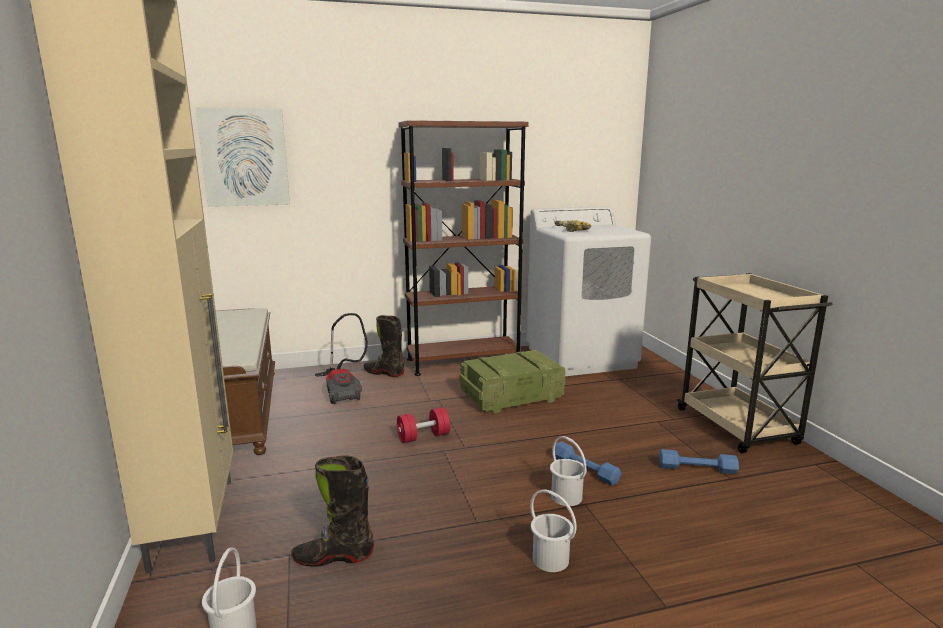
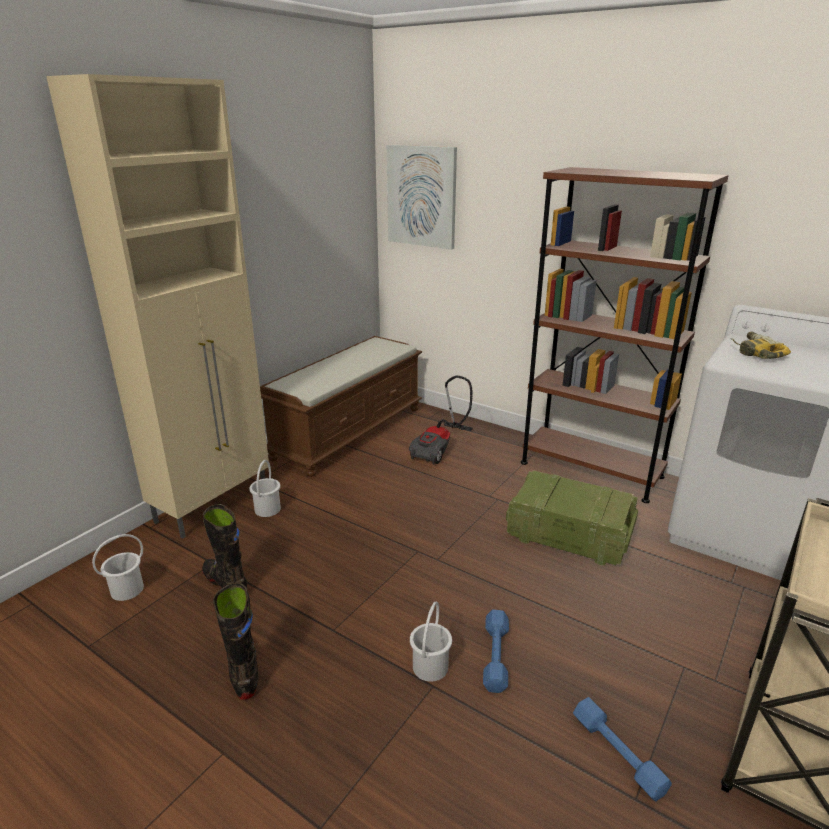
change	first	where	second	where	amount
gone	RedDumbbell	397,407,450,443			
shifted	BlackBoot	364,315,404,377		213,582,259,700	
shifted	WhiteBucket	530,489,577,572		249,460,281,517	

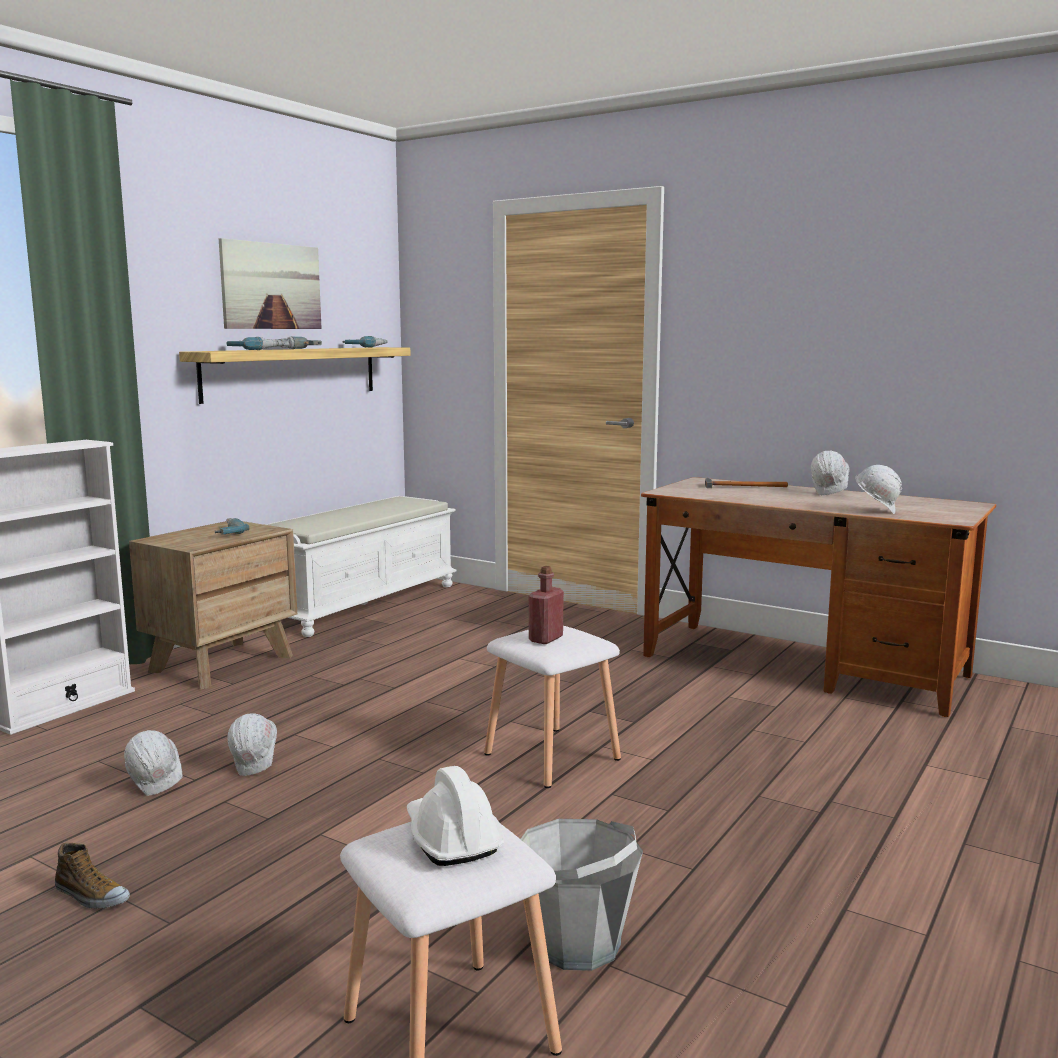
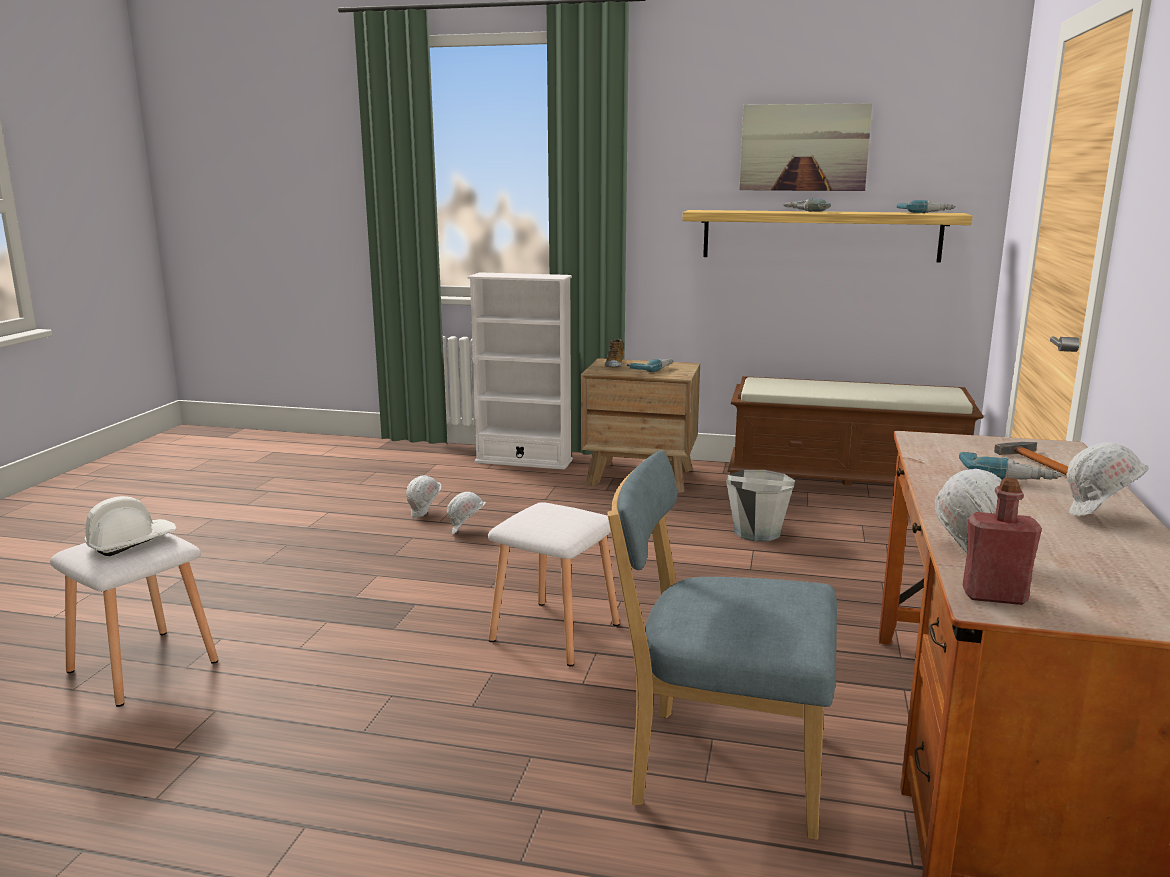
change	first	where	second	where	amount
new			BlueChair	607,450,837,840	
shifted	Shoe	55,843,130,909		605,339,623,367	
shifted	PowerDrill	226,337,285,350		959,452,1061,480	
shifted	GreyBucket	521,819,643,971		726,470,795,541	
shifted	RedBottle	529,566,564,644		963,477,1042,605	
repainted	WhiteBench	265,496,457,637	BrownBench	728,376,984,485	

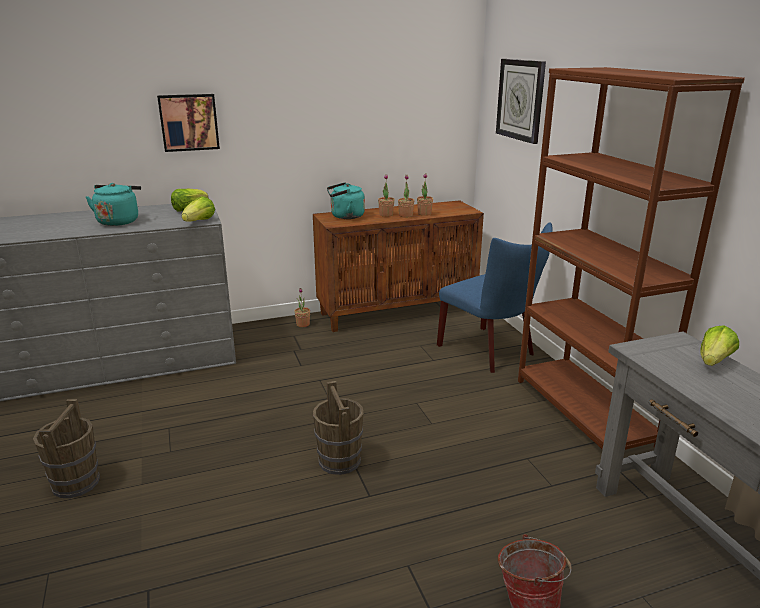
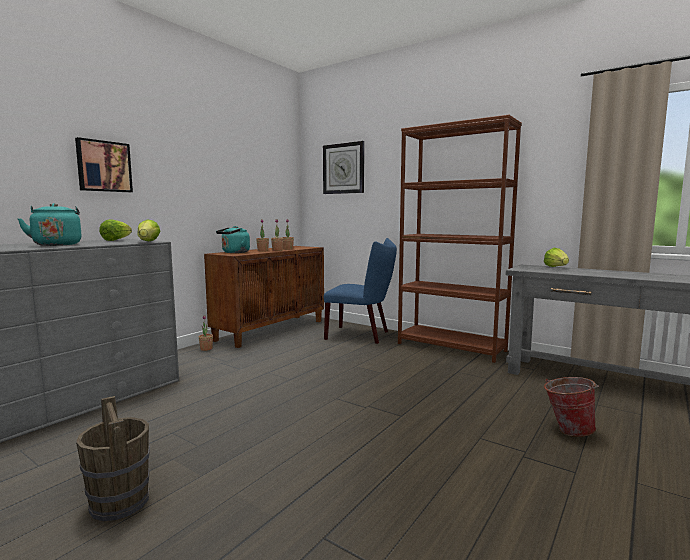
change	first	where	second	where	amount
gone	BrownBucket	313,381,363,475			

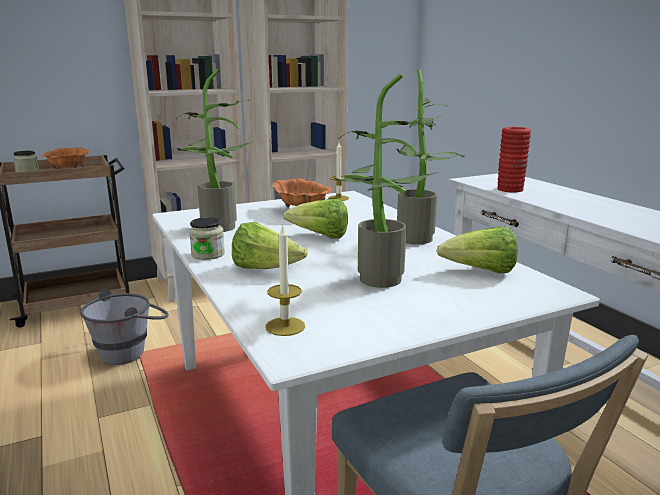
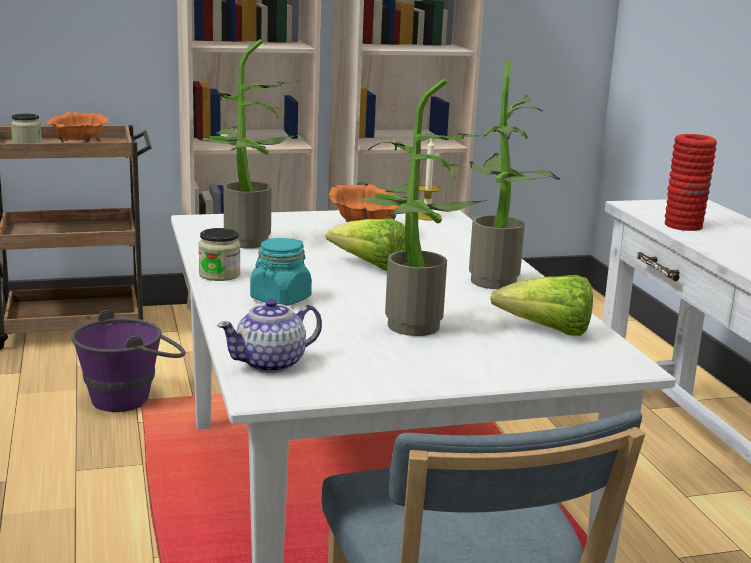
change	first	where	second	where	amount
swapped	Lettuce	232,222,308,269	TurquoiseJar	250,238,312,306	
swapped	Candle	266,224,305,336	Teapot	217,299,322,373	
repainted	GreyBucket	80,289,169,365	PurpleBucket	71,310,185,412	

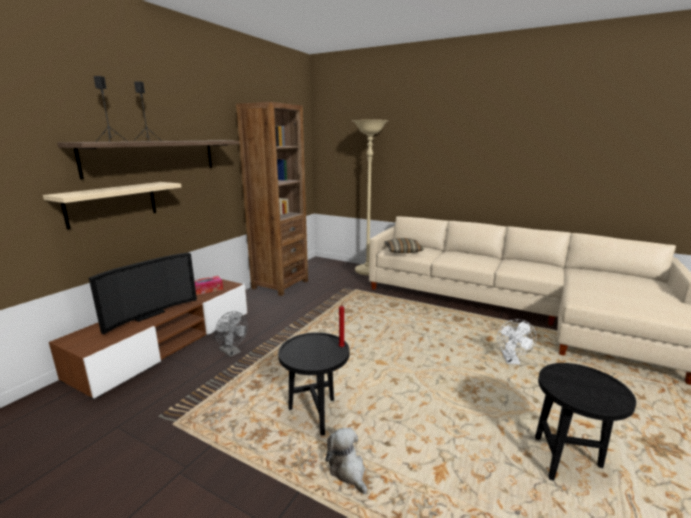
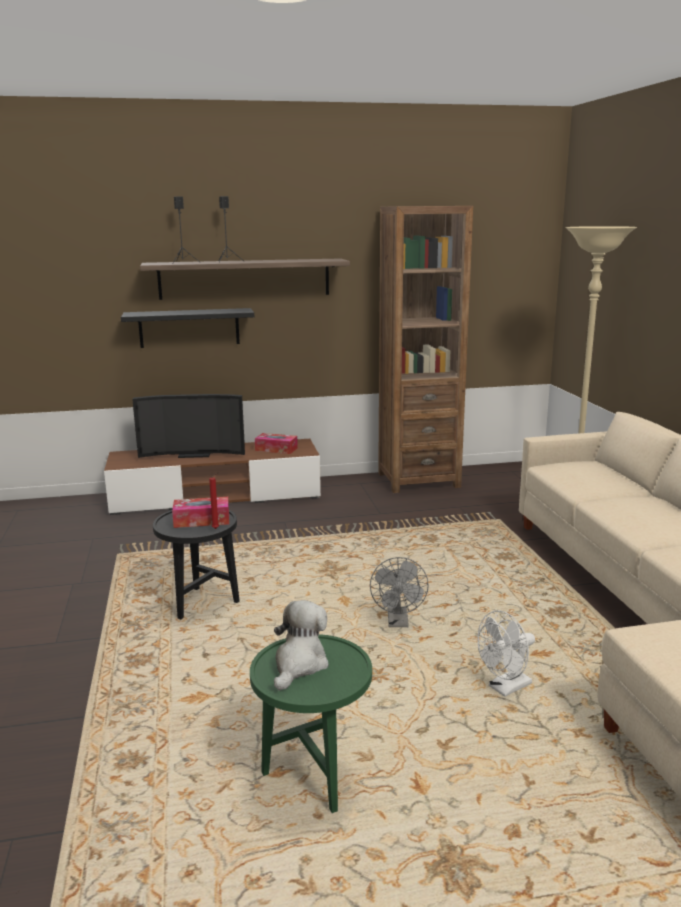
change	first	where	second	where	amount
gone	Pillow	385,238,424,253			
new			TissueBox	172,497,229,528	
shifted	GreyFan	215,311,248,357		370,557,429,627	
shifted	PlushToy	326,428,367,494		274,600,329,691	
repainted	BeigeShelf	43,182,181,230	BlackShelf	121,308,254,348	
repainted	BlackSideTable	535,363,636,481	GreenSideTable	250,634,372,813	

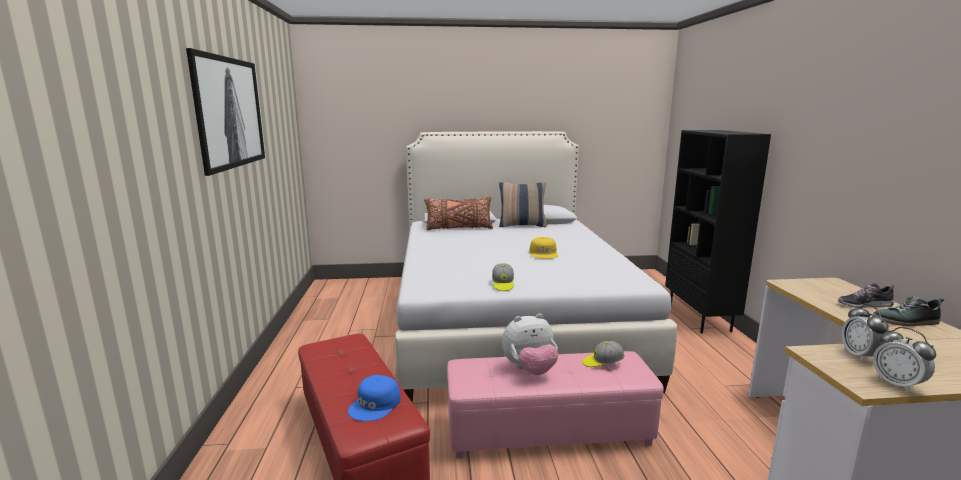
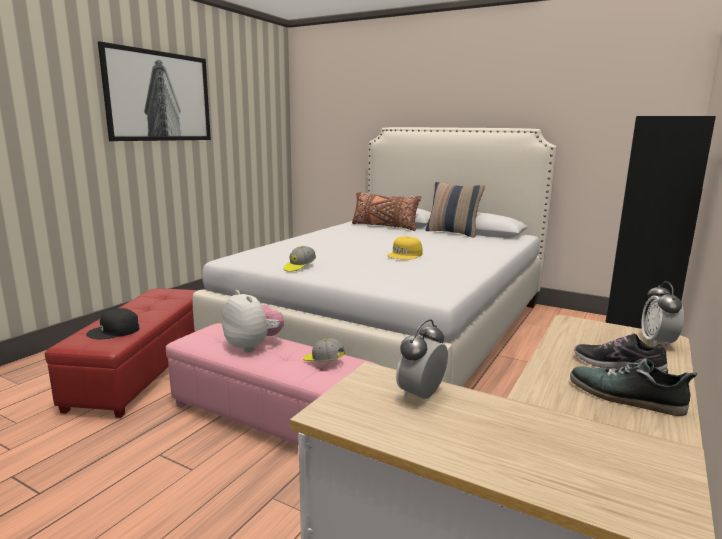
change	first	where	second	where	amount
shifted	AlarmClock	873,327,936,393		641,281,684,347	
repainted	BlueCap	348,375,401,421	BlackCap	86,308,139,339	
rotated	PlushToy	502,314,558,375		222,290,284,353	150 degrees counterclockwise

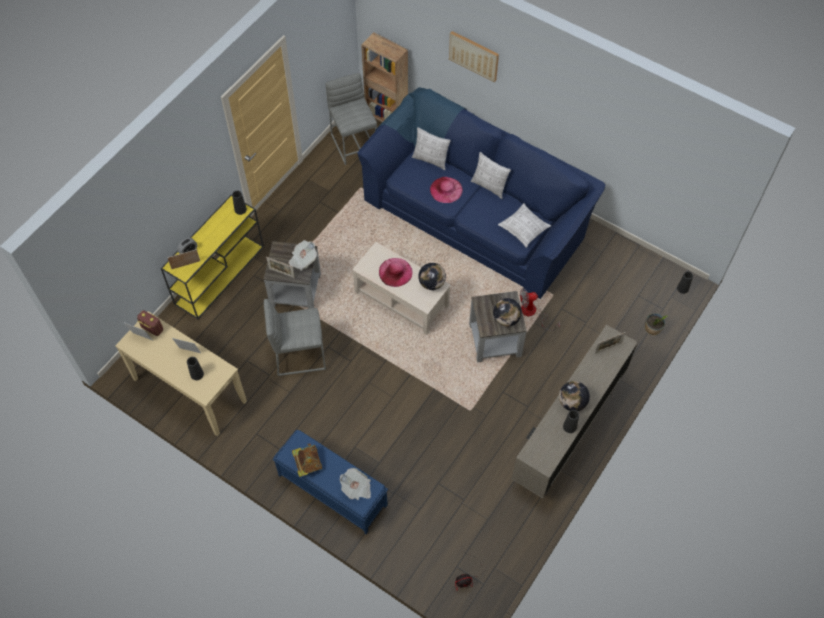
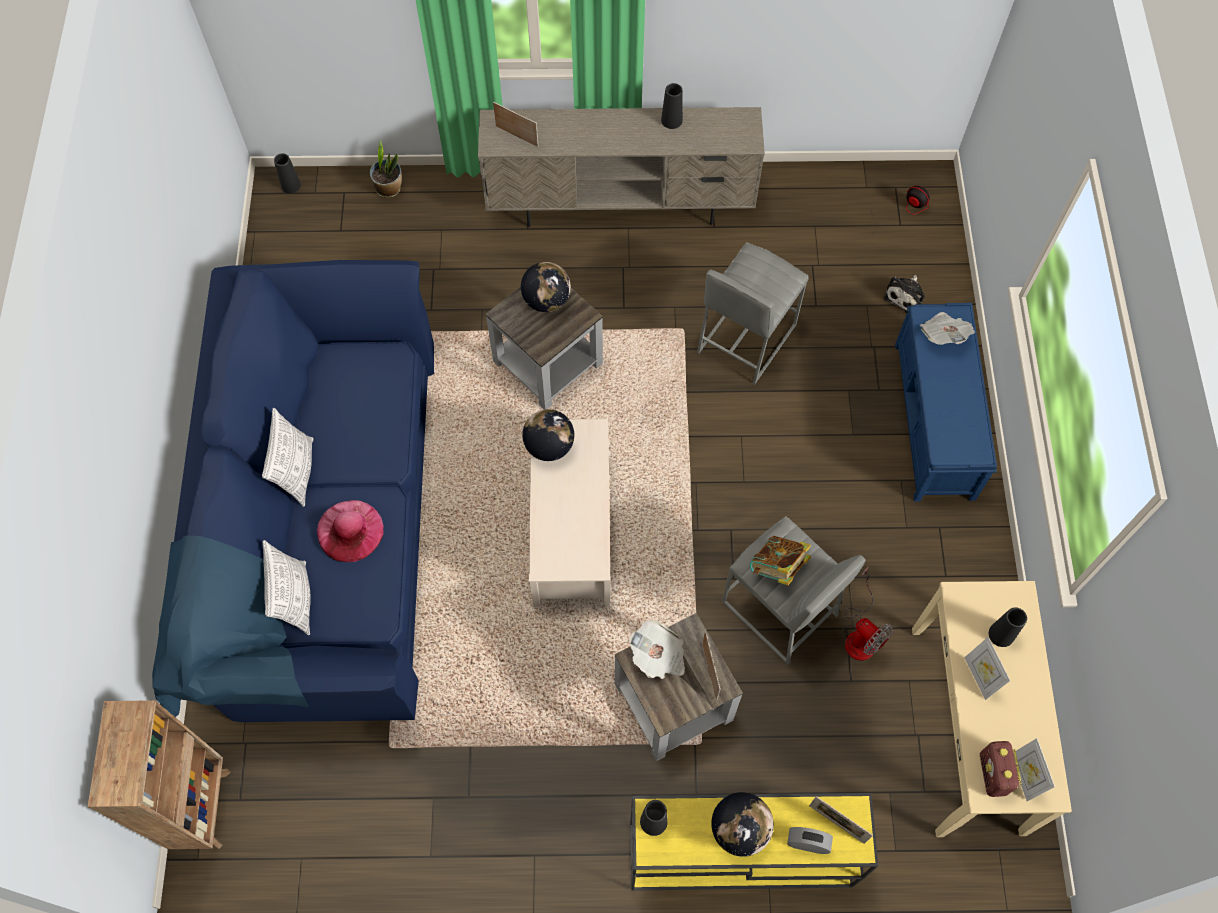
change	first	where	second	where	amount
gone	PinkHat	379,258,412,287			
gone	Picture	449,31,499,82			
gone	Pillow	498,203,551,248			
new			PlushToy	884,275,925,313	
shifted	Book	292,444,322,477		750,536,811,585	
shifted	GreyStool	326,73,377,165		697,242,809,385	
shifted	Fan	520,288,560,331		843,568,893,661	
shifted	Globe	559,381,590,411		711,792,774,857	

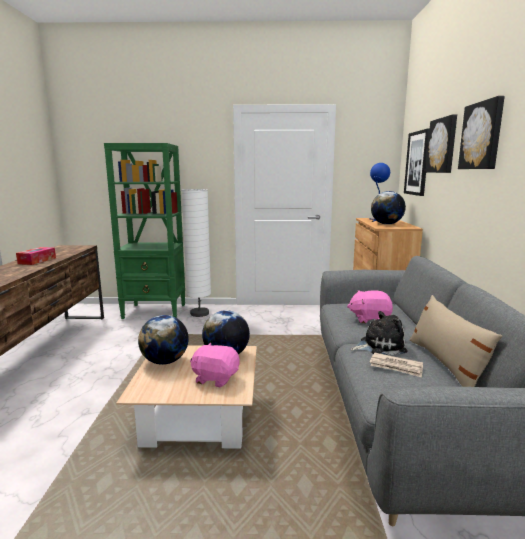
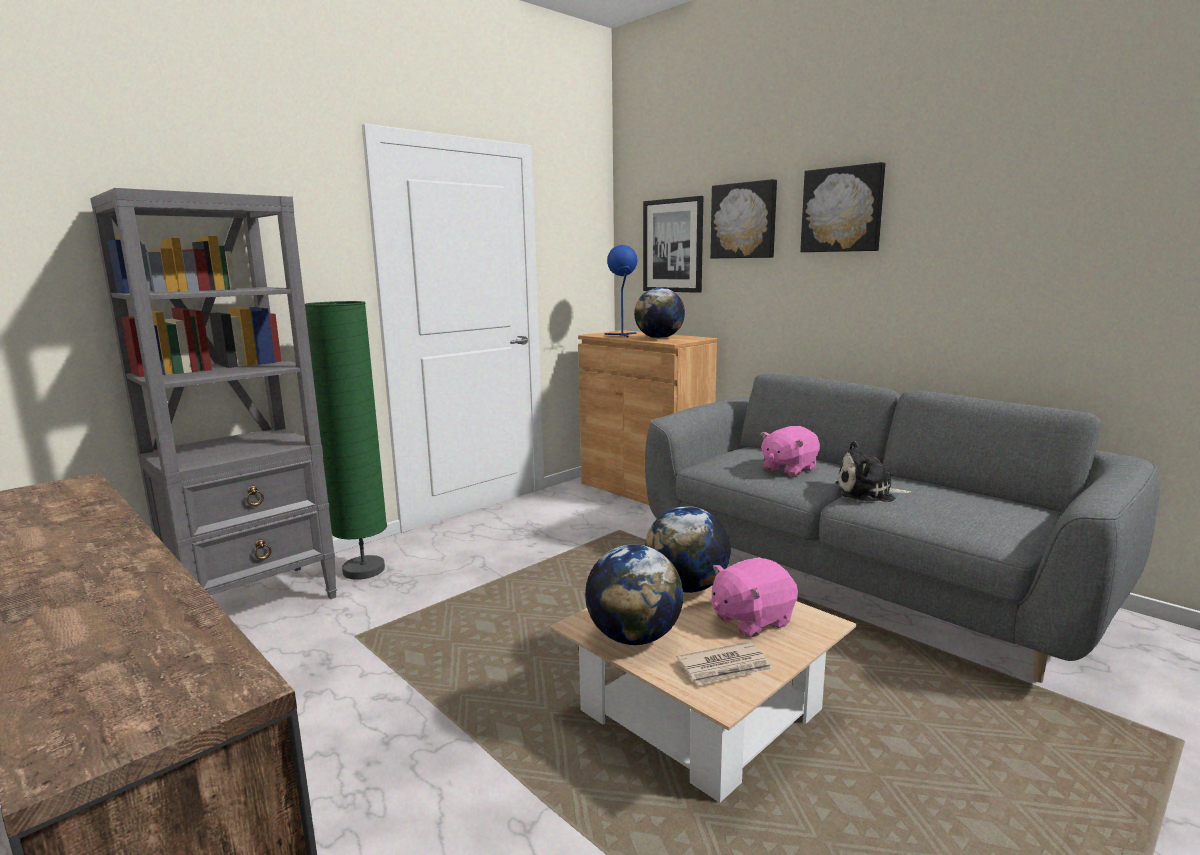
change	first	where	second	where	amount
gone	TissueBox	16,247,56,265			
gone	BeigePillow	409,295,502,387			
shifted	Newspaper	370,353,423,377		676,642,774,685	
repainted	GreenBookcase	104,143,185,319	GreyBookcase	90,188,337,599	
repainted	WhiteFloorLamp	182,189,211,317	GreenFloorLamp	305,301,387,580	
rotated	PlushToy	351,311,407,355		835,441,911,502	120 degrees counterclockwise

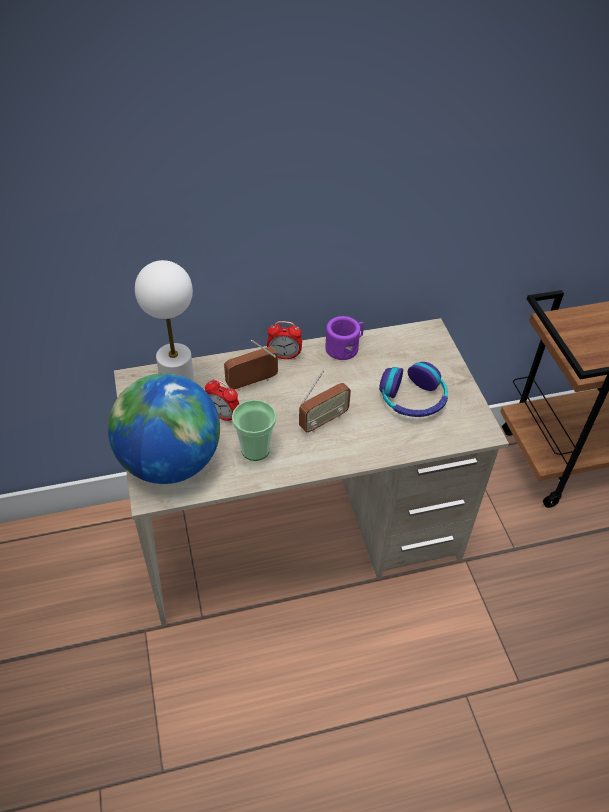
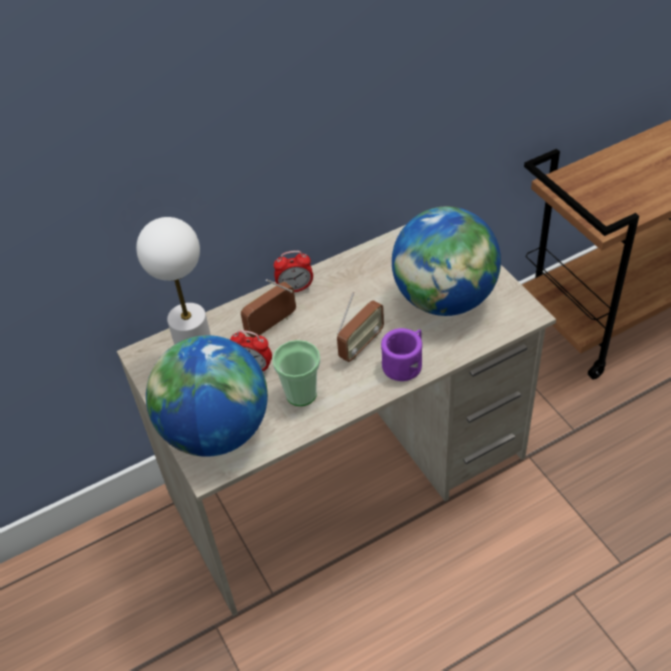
change	first	where	second	where	amount
shifted	PurpleMug	325,316,364,360		381,328,422,381	
swapped	Headphones	379,362,448,417	Globe	392,207,501,316	

